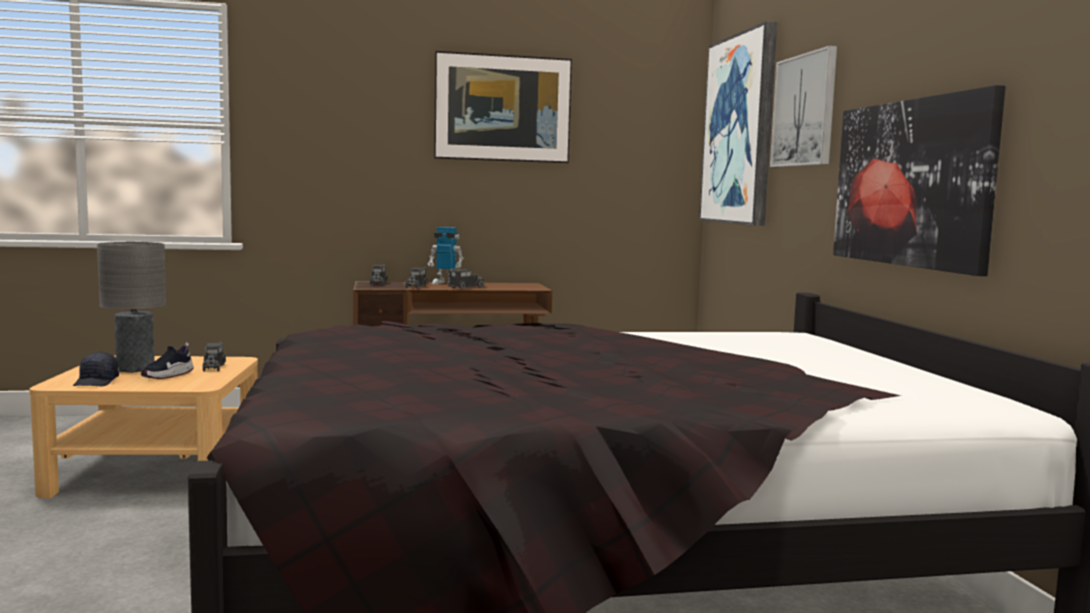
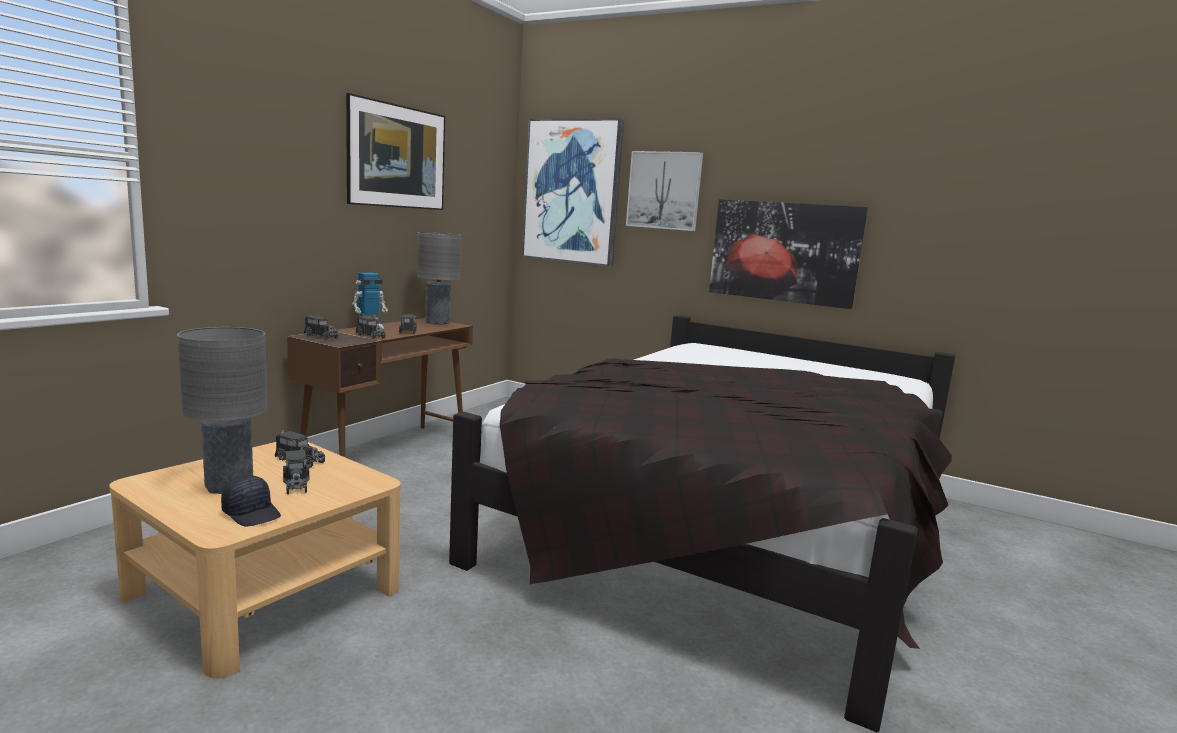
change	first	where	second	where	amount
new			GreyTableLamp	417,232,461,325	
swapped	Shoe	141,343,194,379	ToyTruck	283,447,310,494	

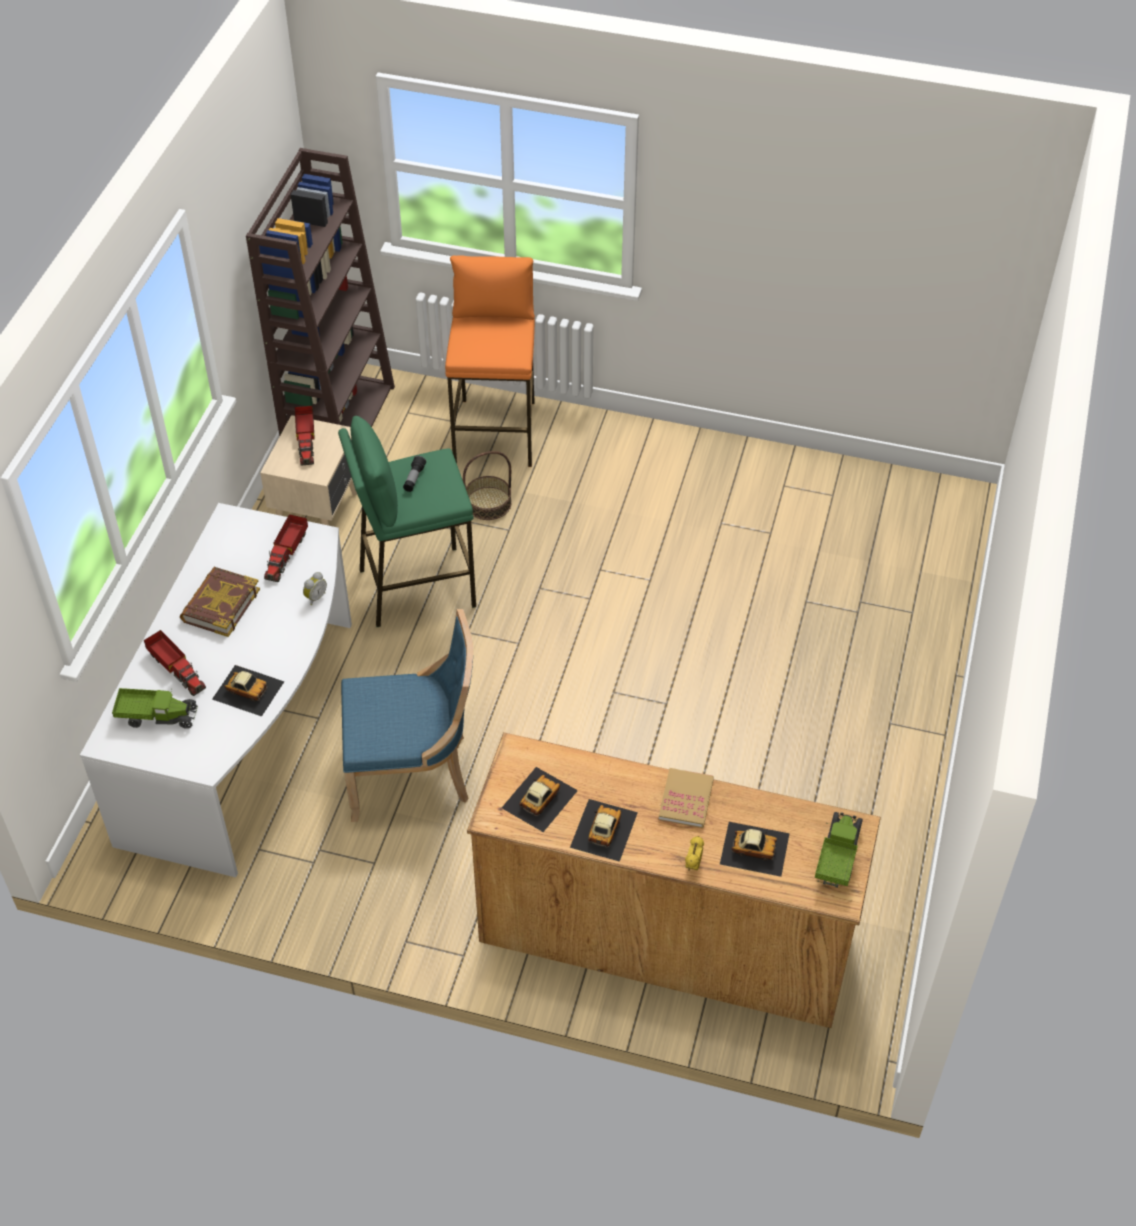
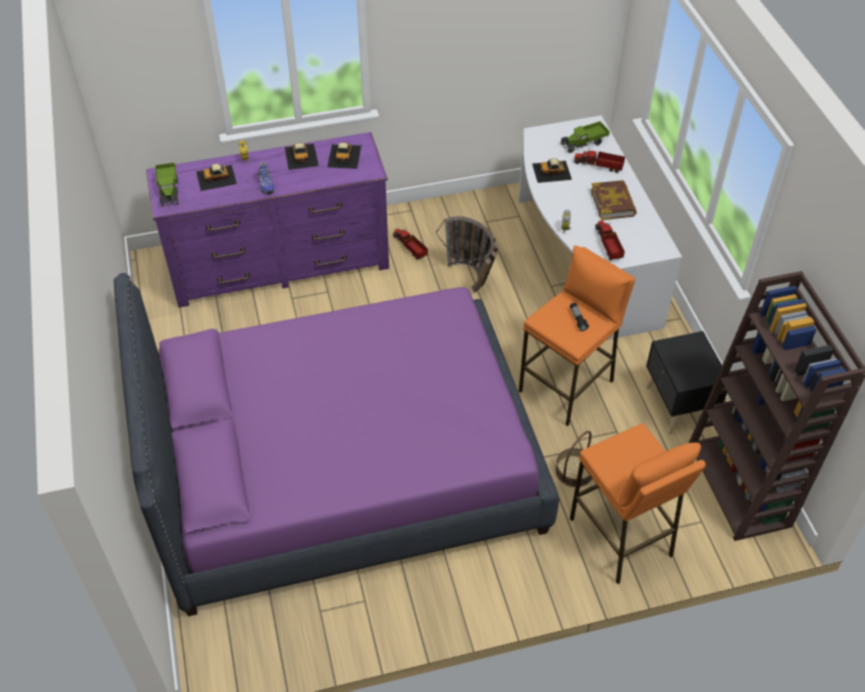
change	first	where	second	where	amount
new			PurpleBed	114,273,559,616	
shifted	ToyTruck	295,406,315,466		393,228,428,260	
swapped	BlueChair	341,609,473,822	Basket	436,216,498,293	
swapped	Book	659,768,714,828	Shoe	258,162,275,194	
repainted	BeigeNightstand	260,415,357,526	BlackNightstand	646,331,727,434	
repainted	GreenStool	338,416,476,627	OrangeStool	519,246,635,426	
repainted	BrownDresser	467,732,881,1028	PurpleDresser	146,132,389,308	

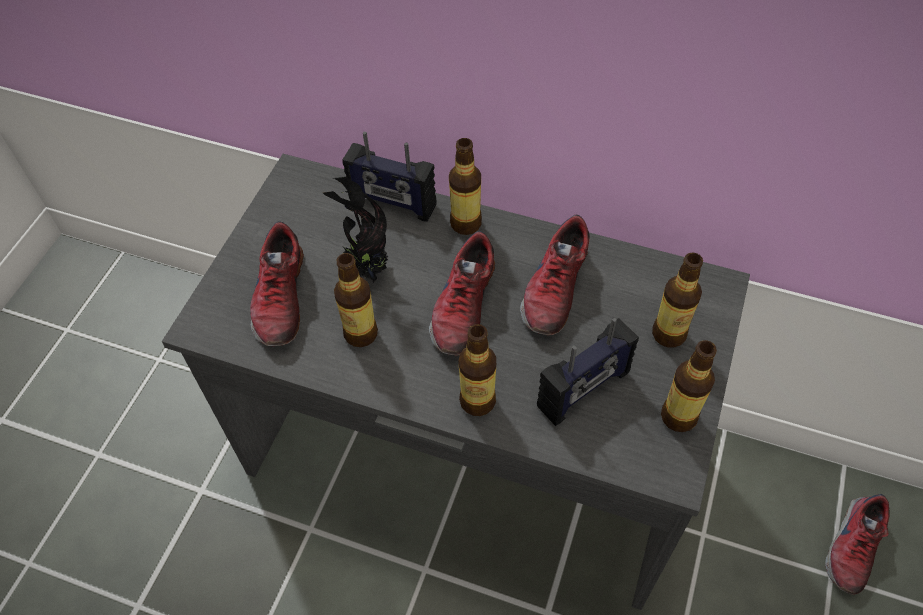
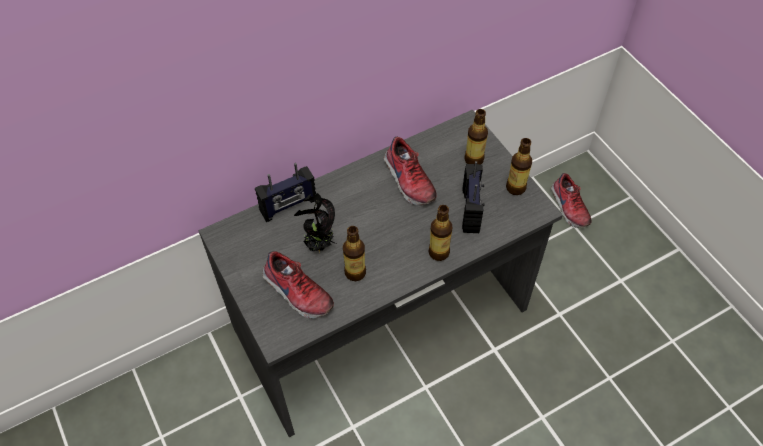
change	first	where	second	where	amount
gone	Shoe	429,231,495,355			
gone	Bottle	449,138,482,235			

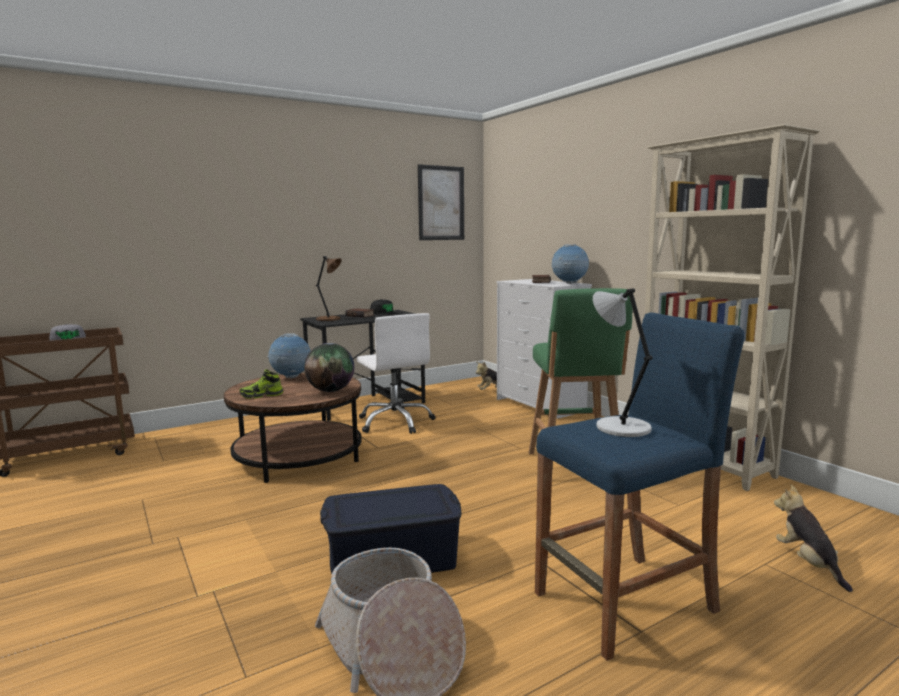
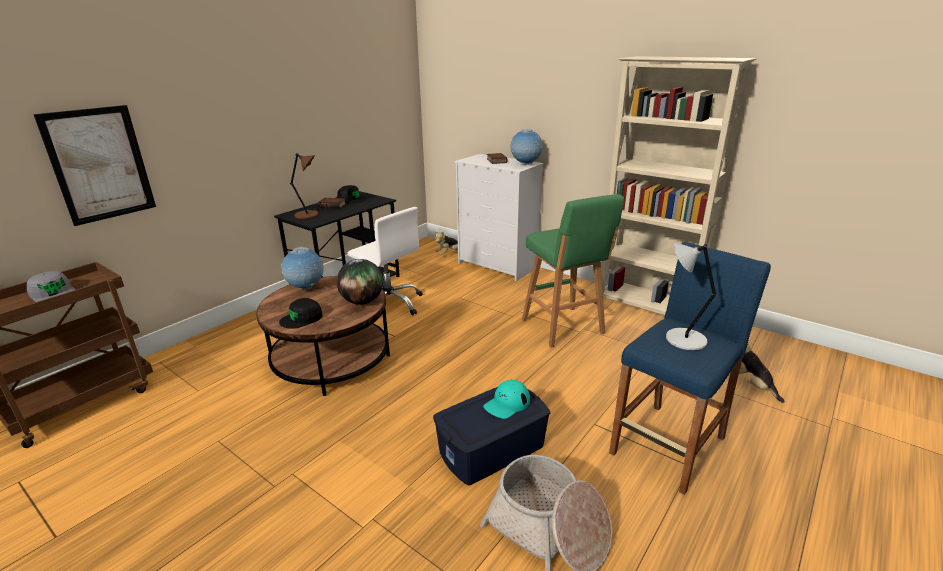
change	first	where	second	where	amount
new			TurquoiseCap	484,380,530,419	
shifted	Picture	418,164,464,240		33,105,156,226	
swapped	Shoe	240,370,283,399	BlackCap	279,298,323,329	

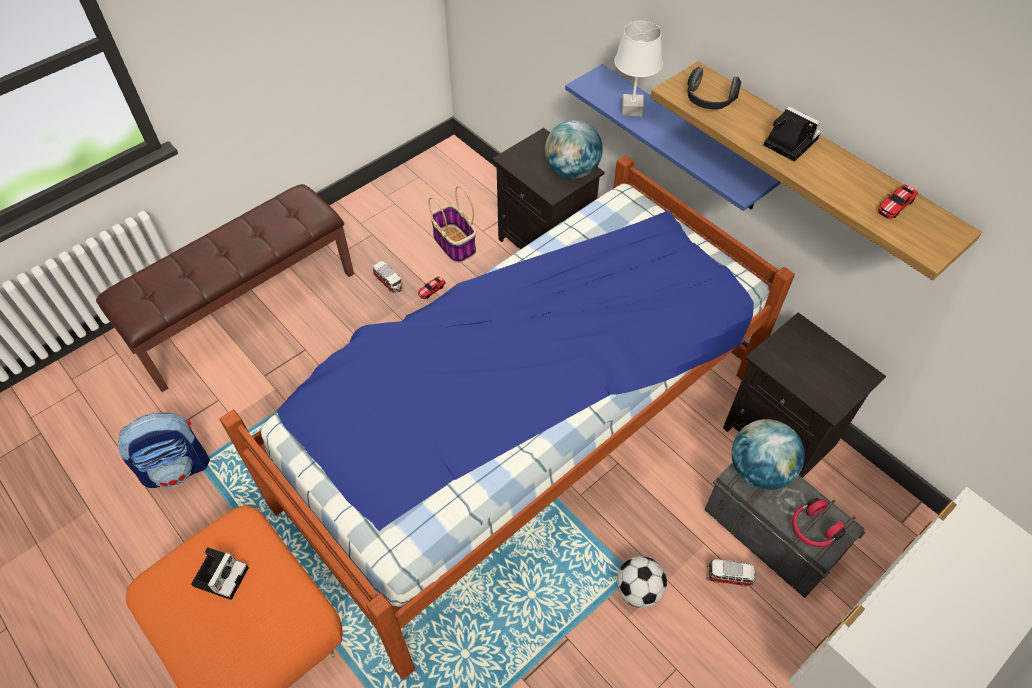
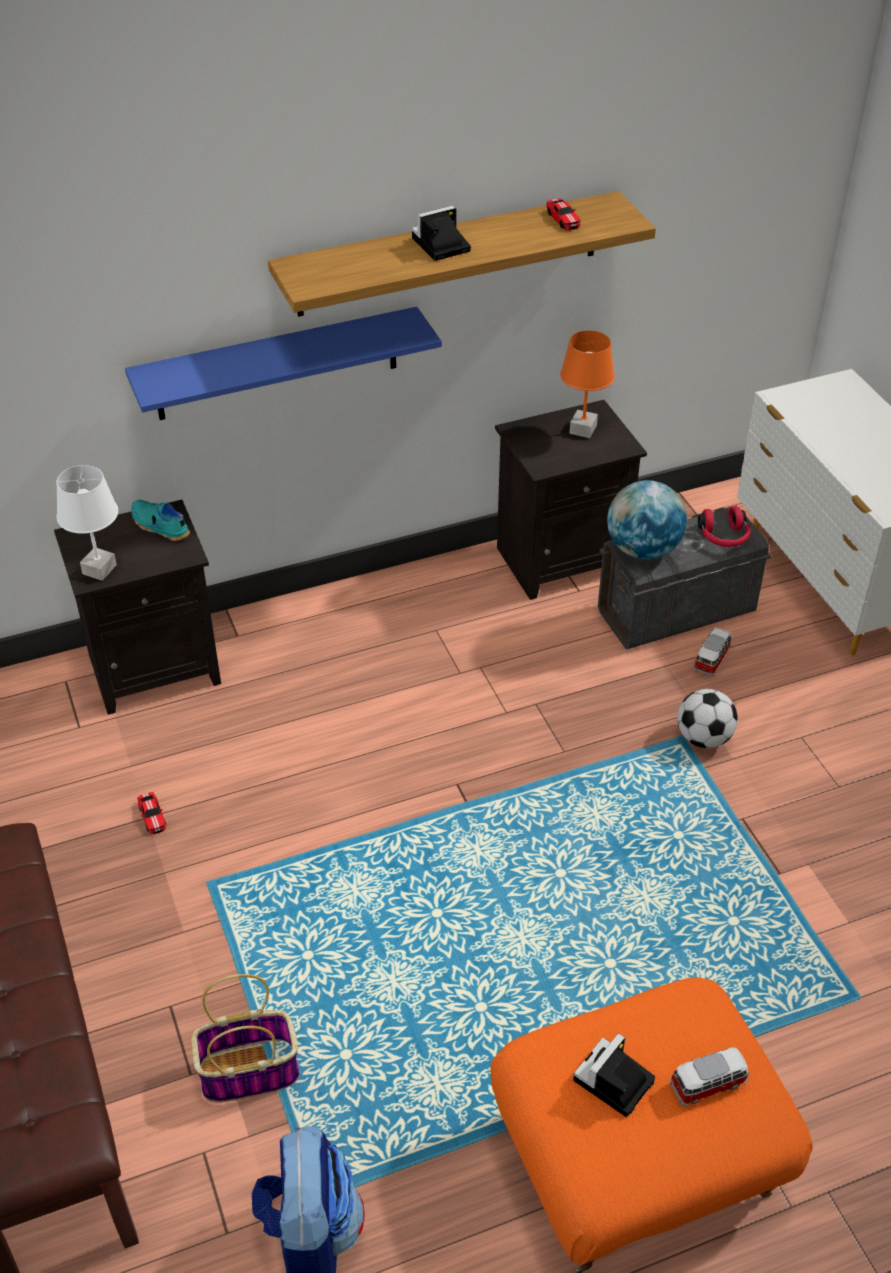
change	first	where	second	where	amount
gone	Bed	219,155,795,680			
gone	Headphones	687,67,742,109			
new			OrangeTableLamp	560,330,615,438	
shifted	ToyCar	373,261,404,293		670,1047,749,1106	
shifted	Basket	429,186,476,263		191,974,300,1103	
shifted	WhiteTableLamp	615,21,663,117		56,465,118,581	
swapped	Globe	545,120,603,179	TurquoiseShoe	131,500,190,541	
rotated	PhotoCamera	191,547,248,600		573,1033,655,1117	90 degrees counterclockwise

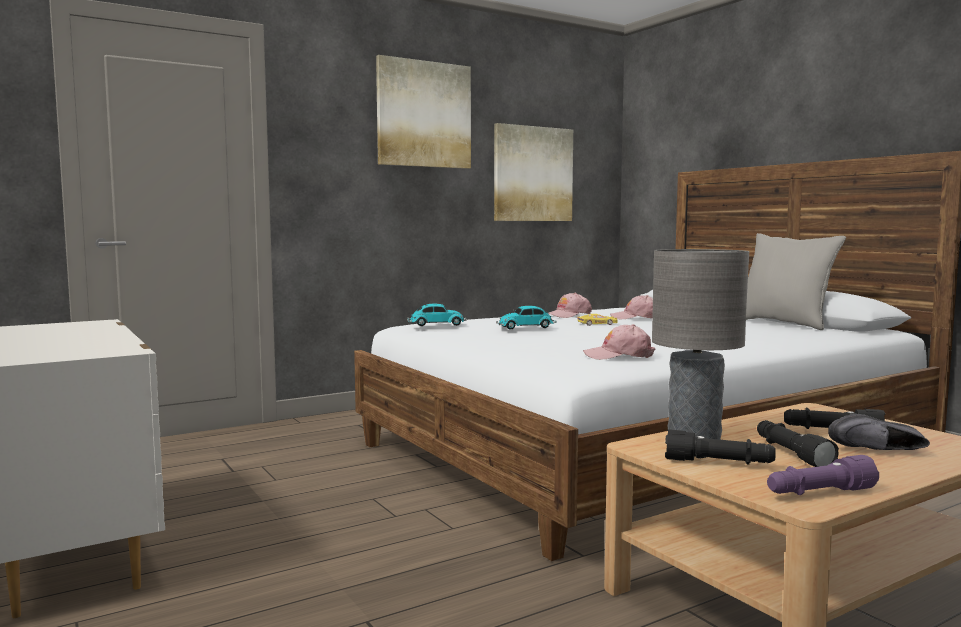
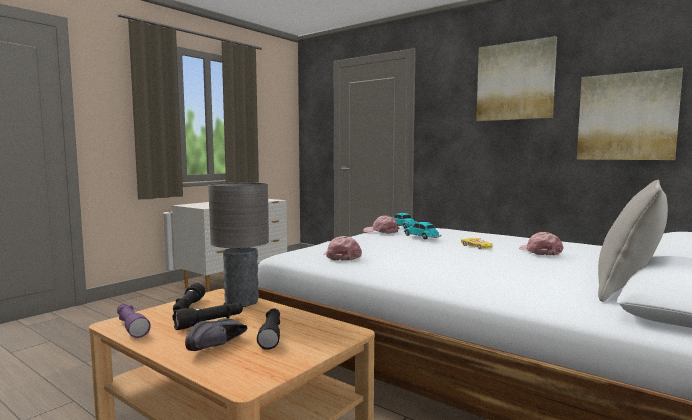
change	first	where	second	where	amount
shifted	PinkCap	548,293,592,318		363,216,399,234	
rotated	BlackShoe	828,414,930,450		185,319,247,351	135 degrees counterclockwise

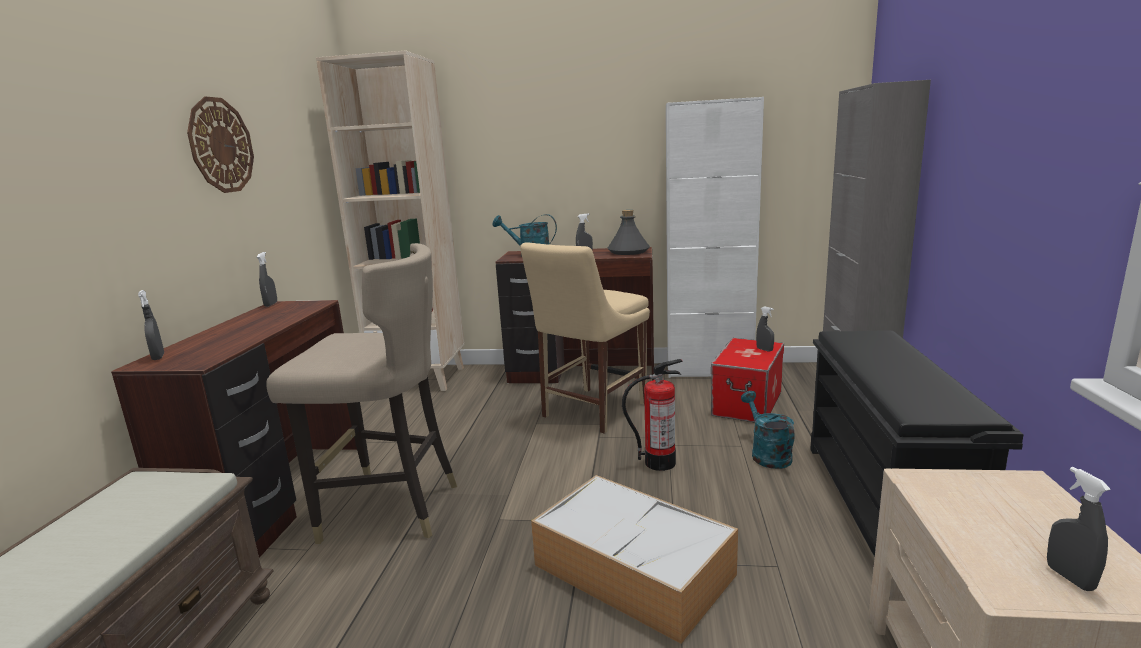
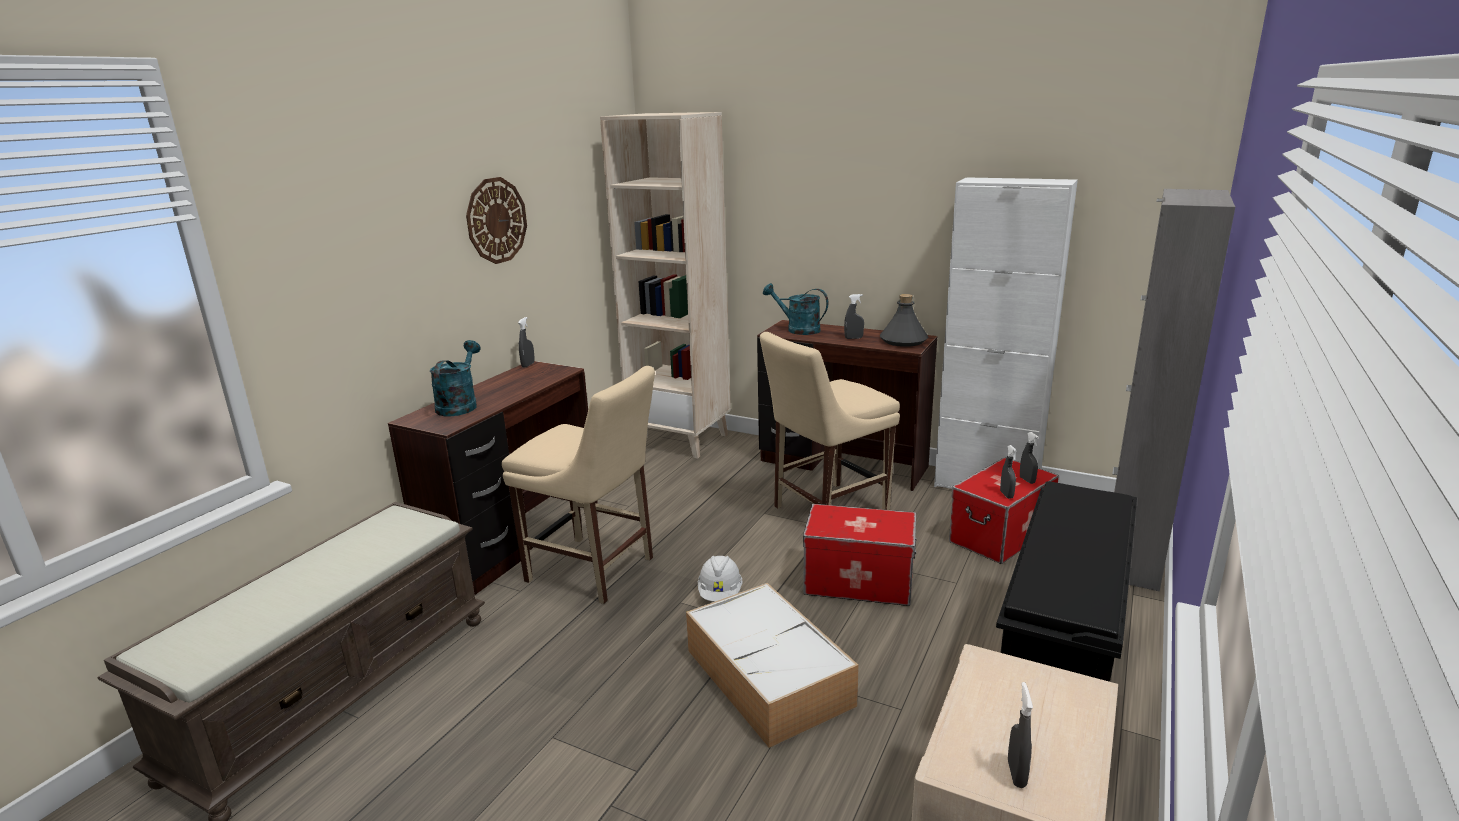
change	first	where	second	where	amount
new			WhiteHardHat	698,556,743,602	
shifted	GreySprayBottle	138,290,164,360		1000,445,1017,499	
shifted	TurquoiseWateringCan	741,391,795,469		430,340,481,417	
swapped	BeigeStool	266,243,457,544	BeigeChair	502,366,655,604	
swapped	FireExtinguisher	622,359,683,471	StorageBox	803,504,917,606	

